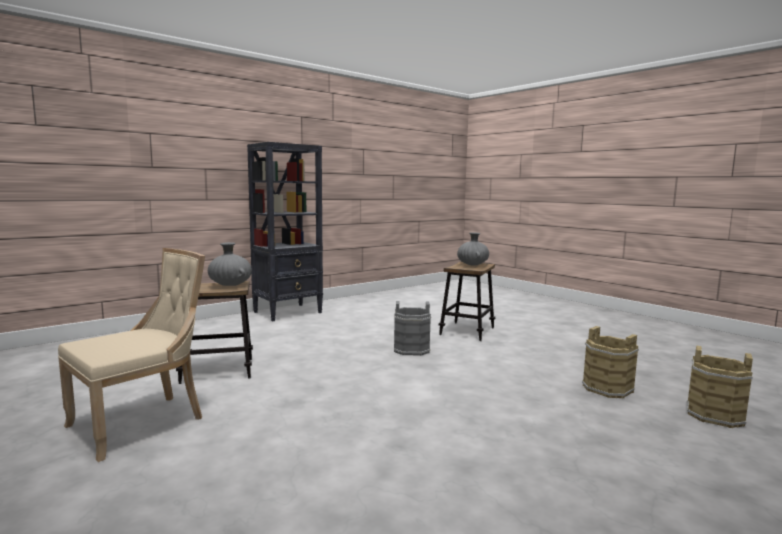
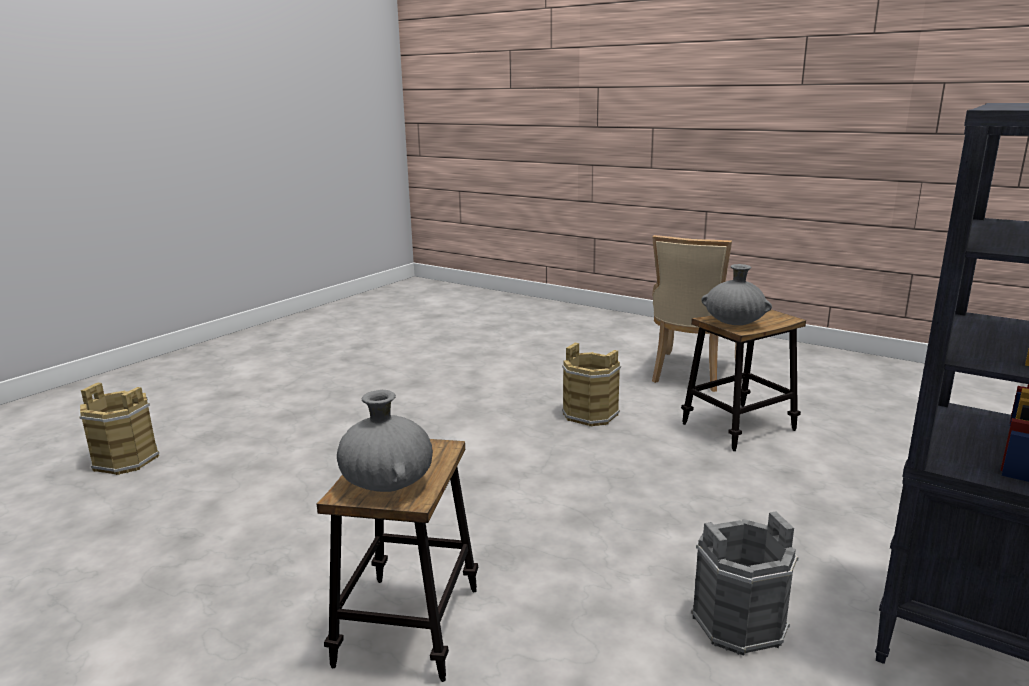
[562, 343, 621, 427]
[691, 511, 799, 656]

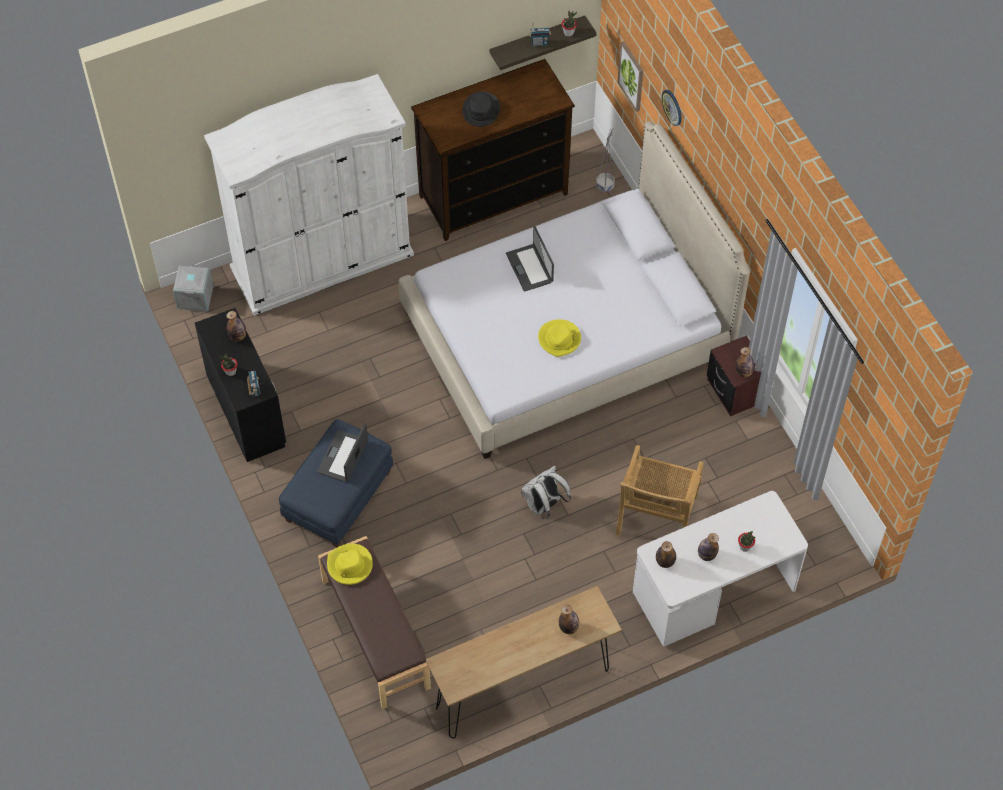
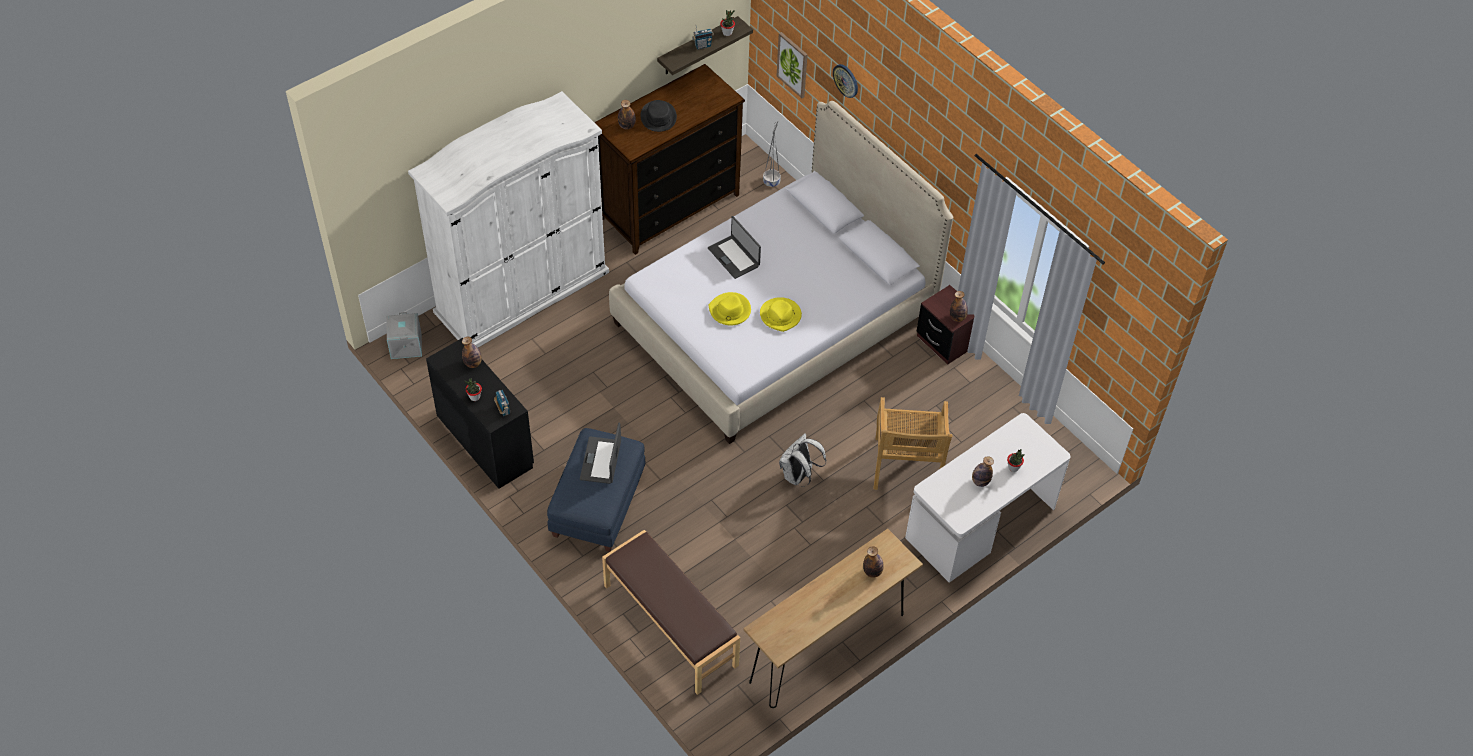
[618, 100, 636, 129]
[708, 292, 751, 325]

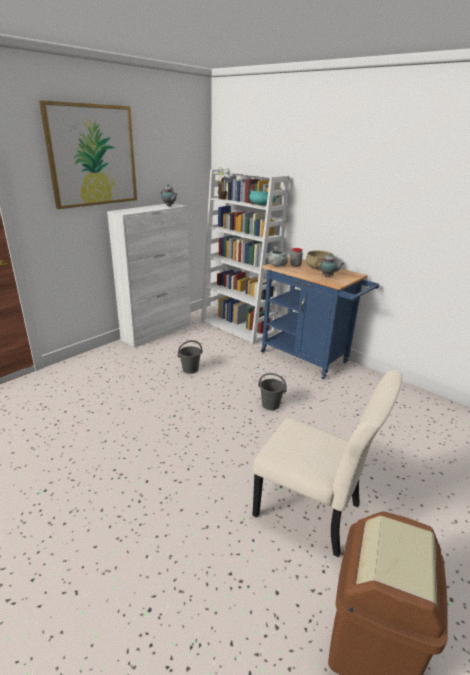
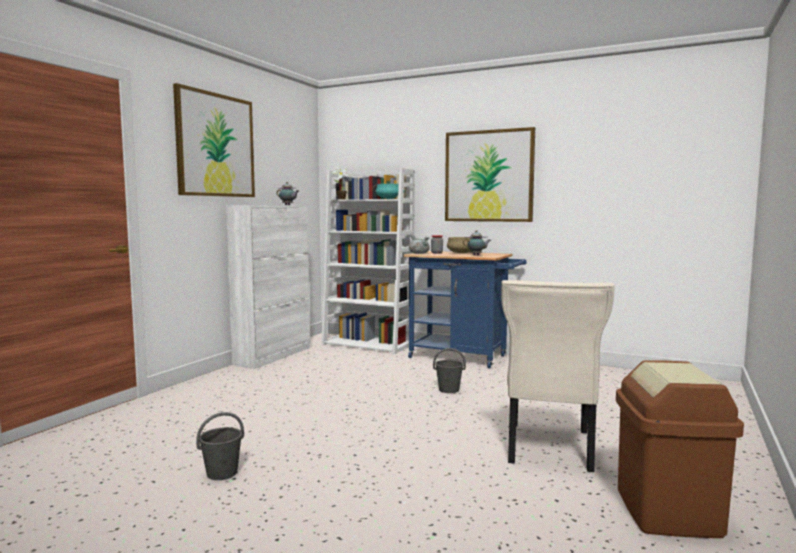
[196, 412, 244, 480]
[445, 127, 535, 222]
[501, 280, 614, 472]

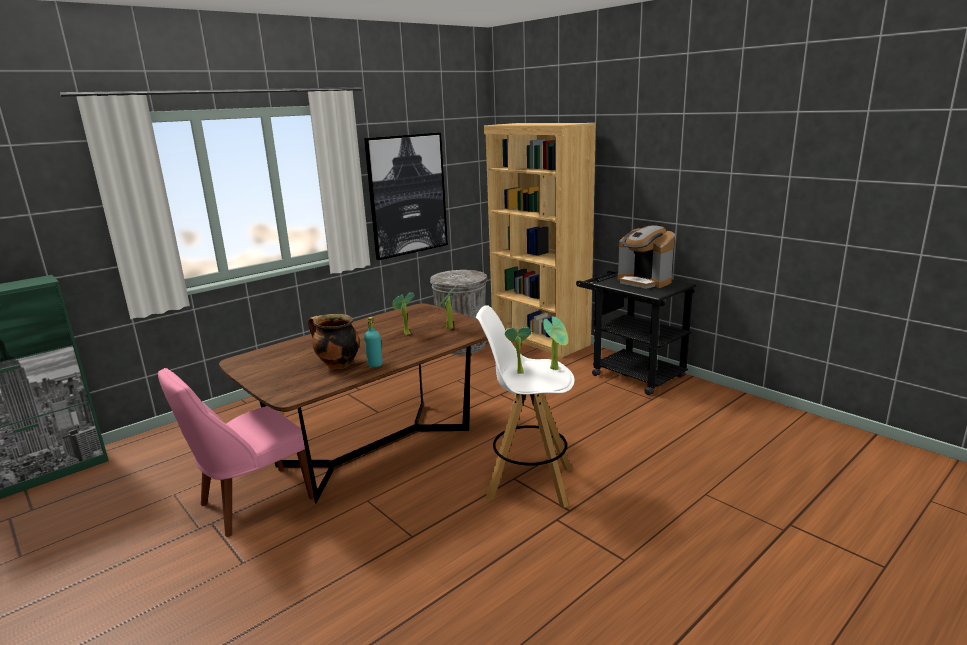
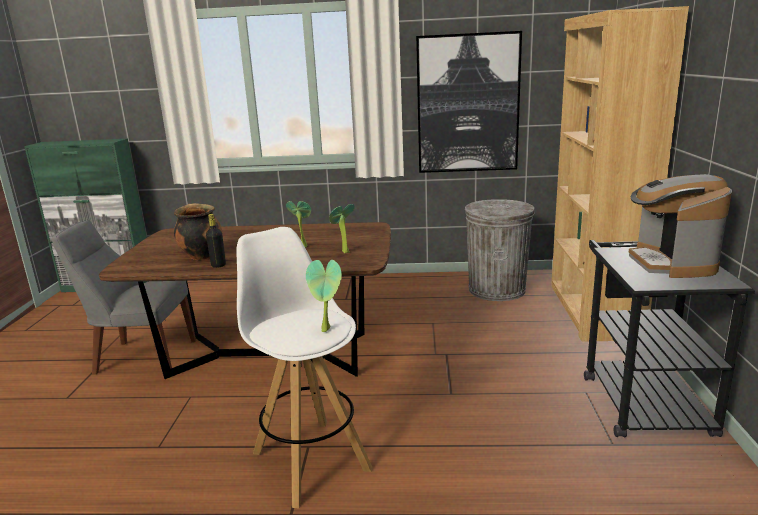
[52, 220, 196, 375]
[206, 214, 226, 268]
[505, 327, 532, 374] (first image)

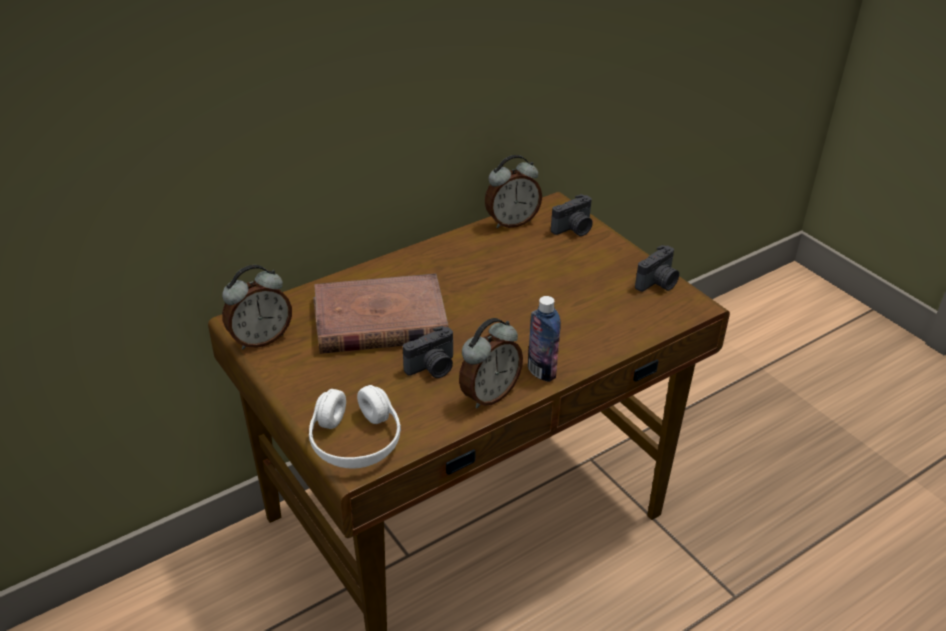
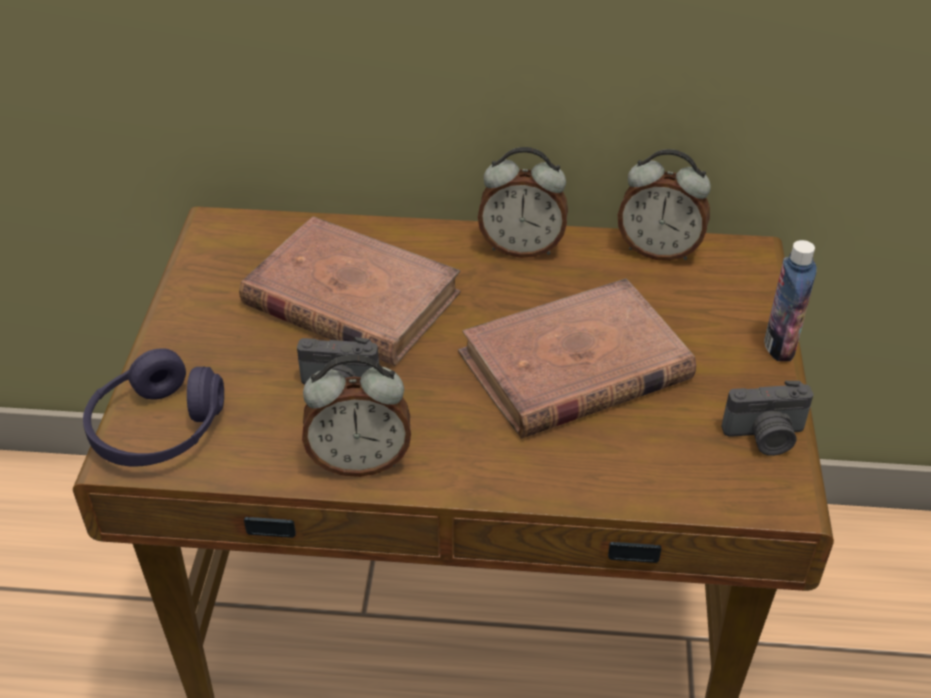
[83, 348, 224, 467]
[458, 278, 696, 439]
[478, 147, 568, 258]
[764, 240, 817, 361]
[551, 194, 593, 236] (first image)

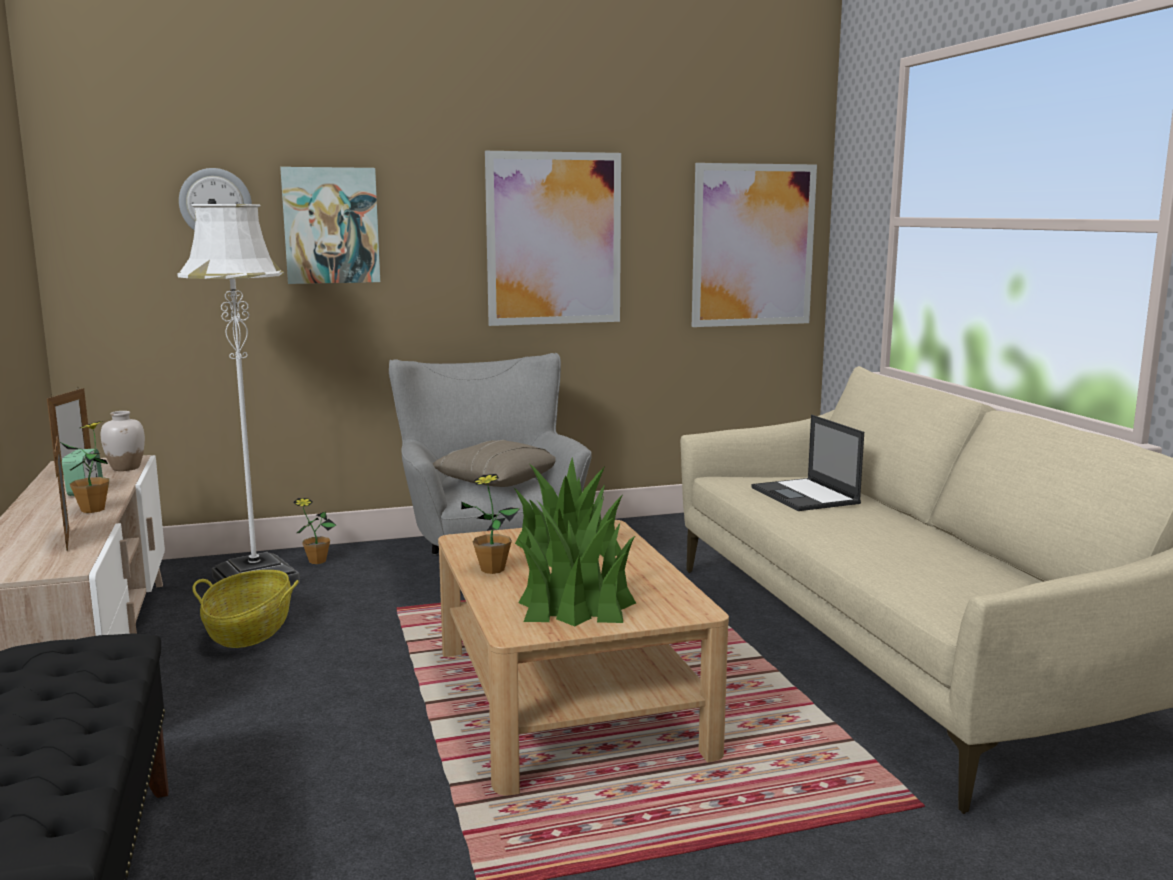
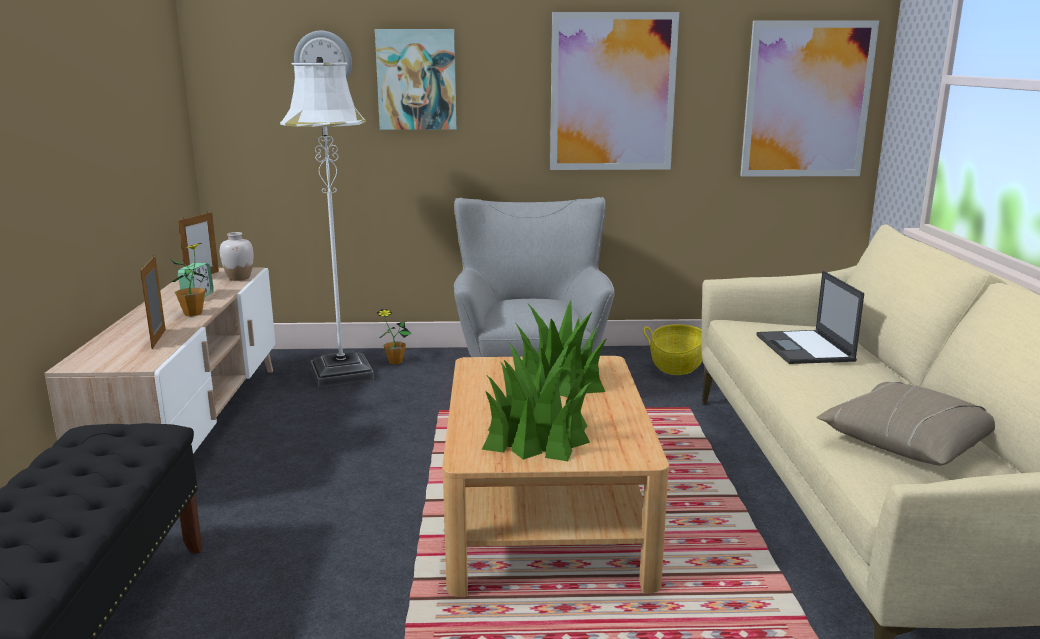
[643, 324, 703, 375]
[816, 382, 995, 466]
[461, 474, 520, 574] (first image)

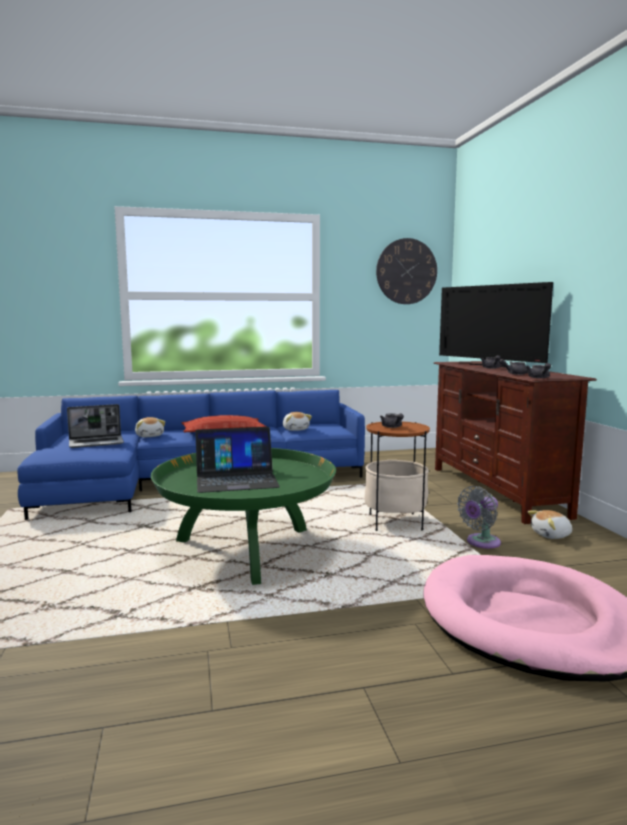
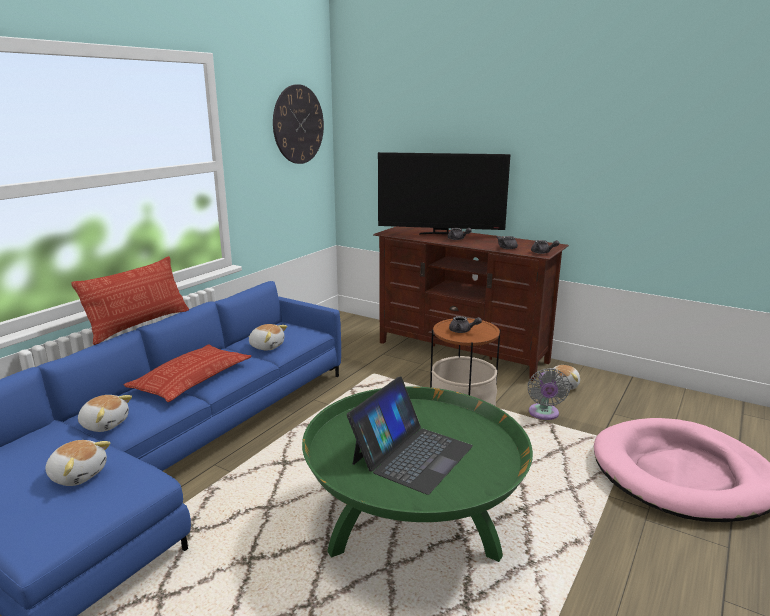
[45, 440, 110, 486]
[71, 256, 189, 345]

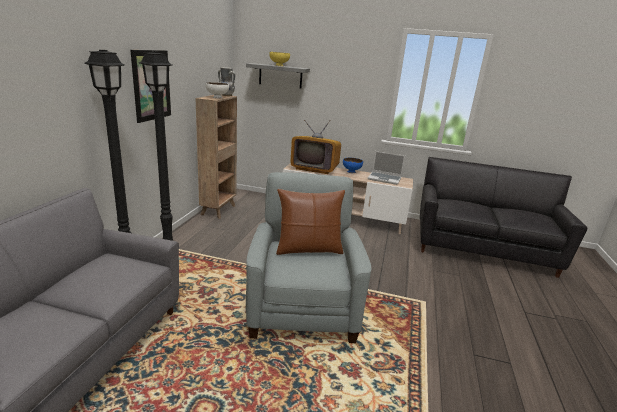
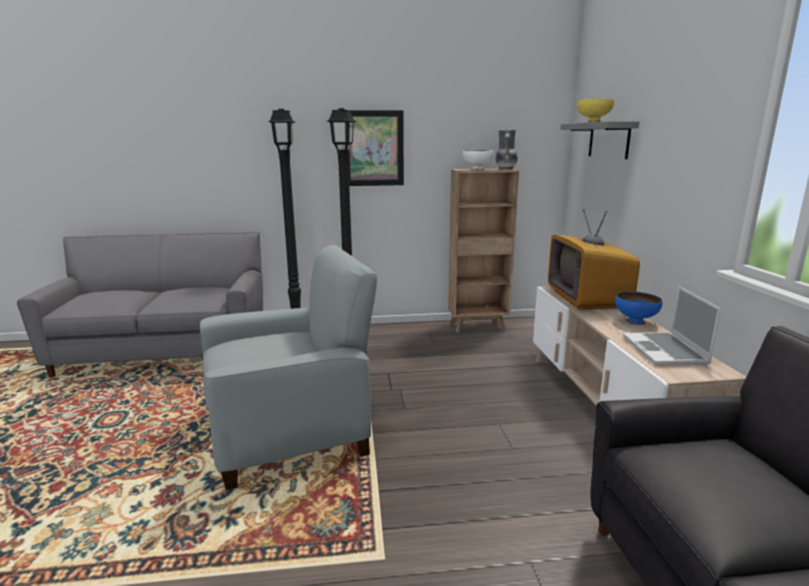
[276, 189, 345, 255] (first image)

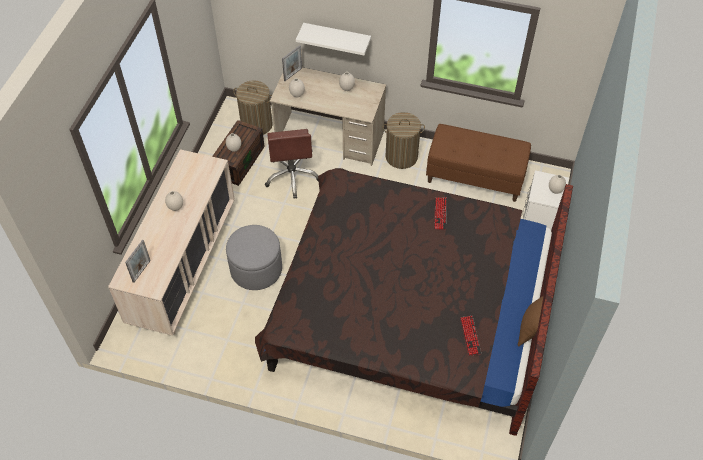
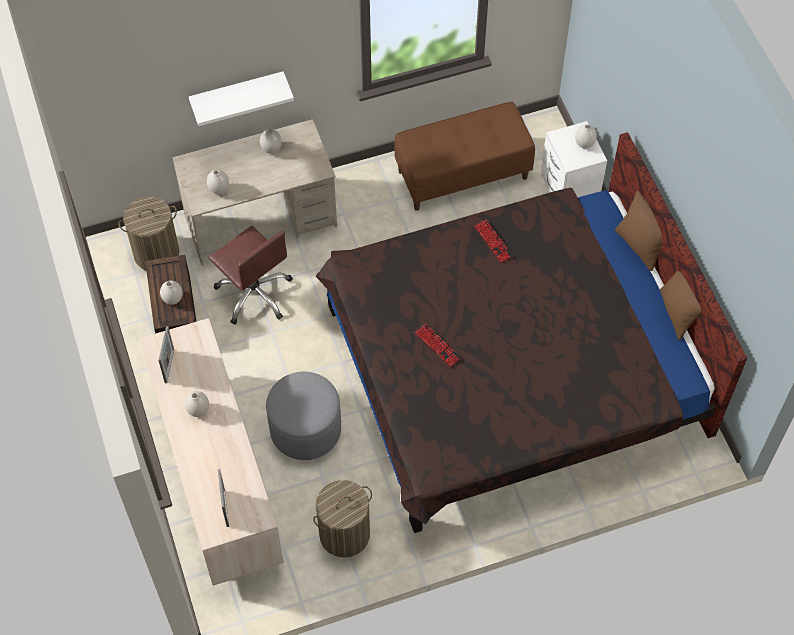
[158, 326, 174, 383]
[313, 480, 372, 558]
[414, 324, 462, 368]
[615, 191, 662, 271]

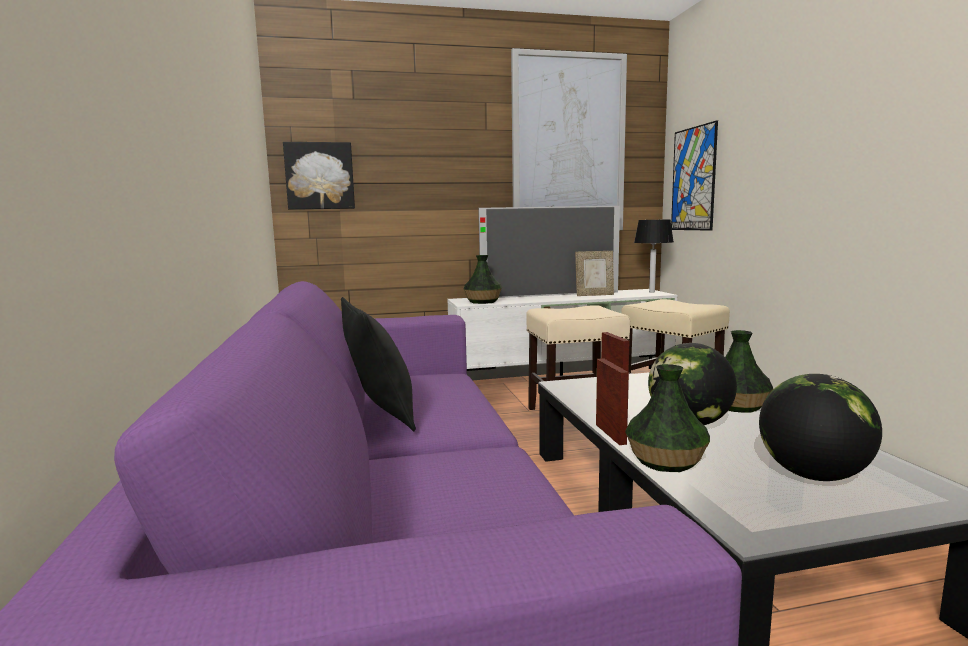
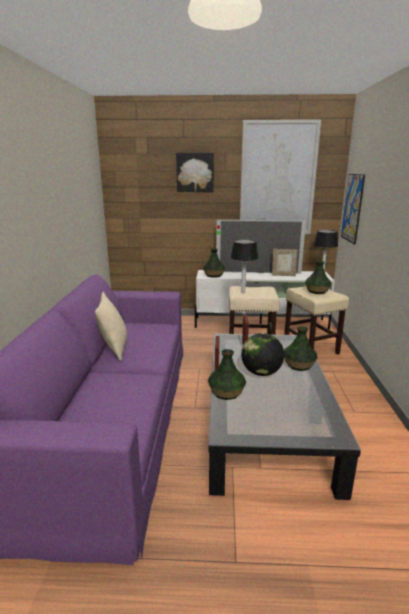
[95, 292, 127, 361]
[176, 153, 214, 192]
[231, 239, 258, 293]
[305, 261, 331, 294]
[759, 374, 882, 481] (first image)

